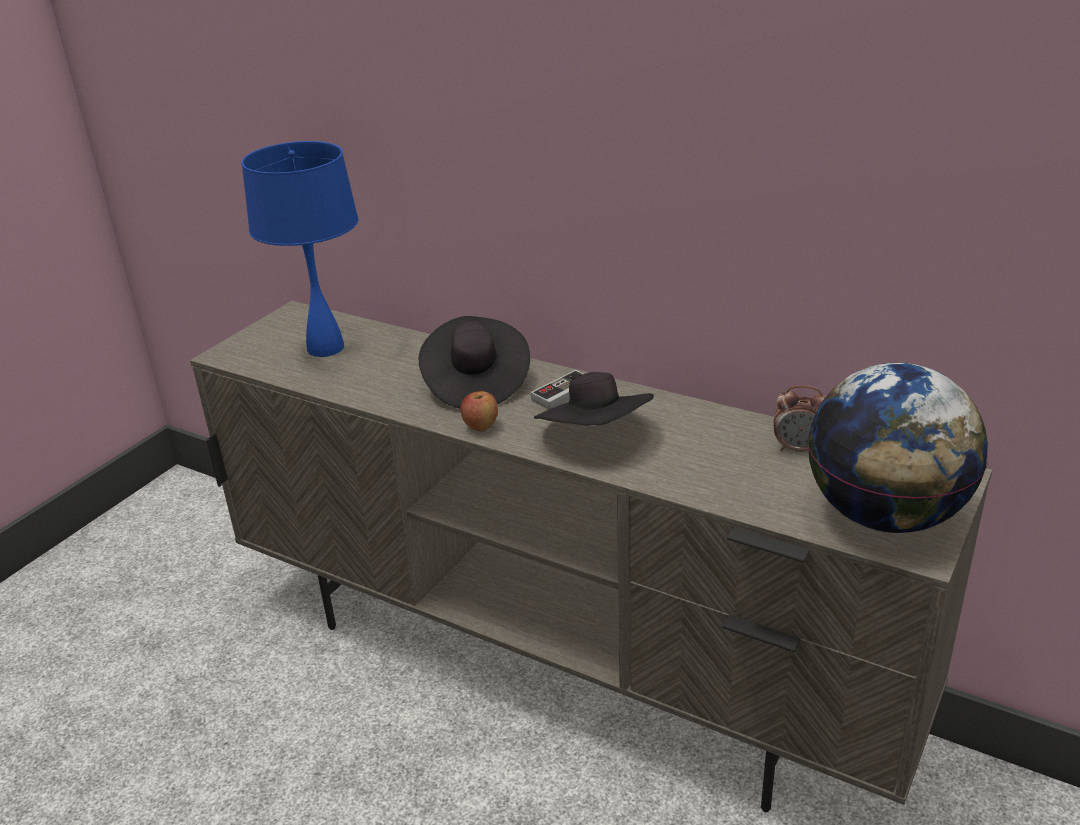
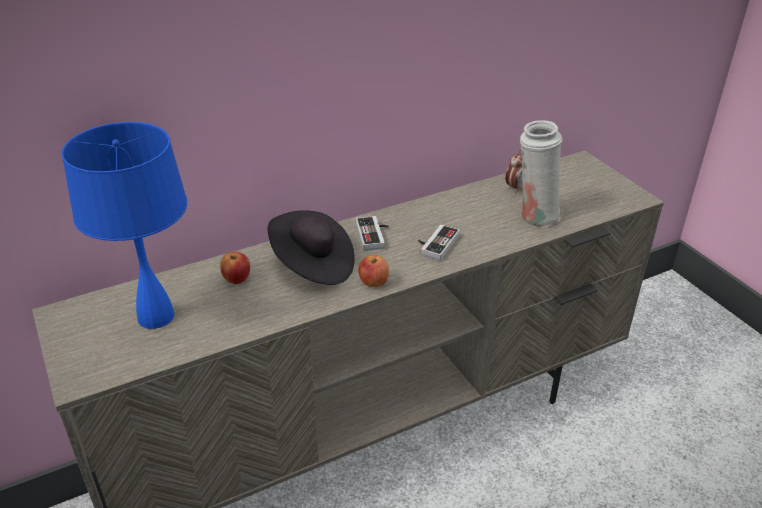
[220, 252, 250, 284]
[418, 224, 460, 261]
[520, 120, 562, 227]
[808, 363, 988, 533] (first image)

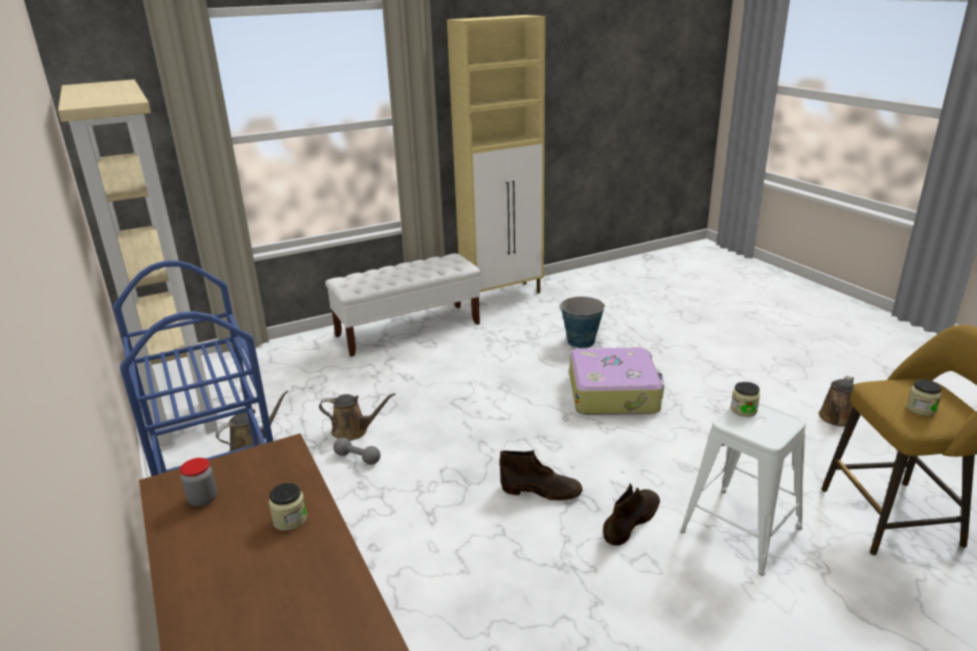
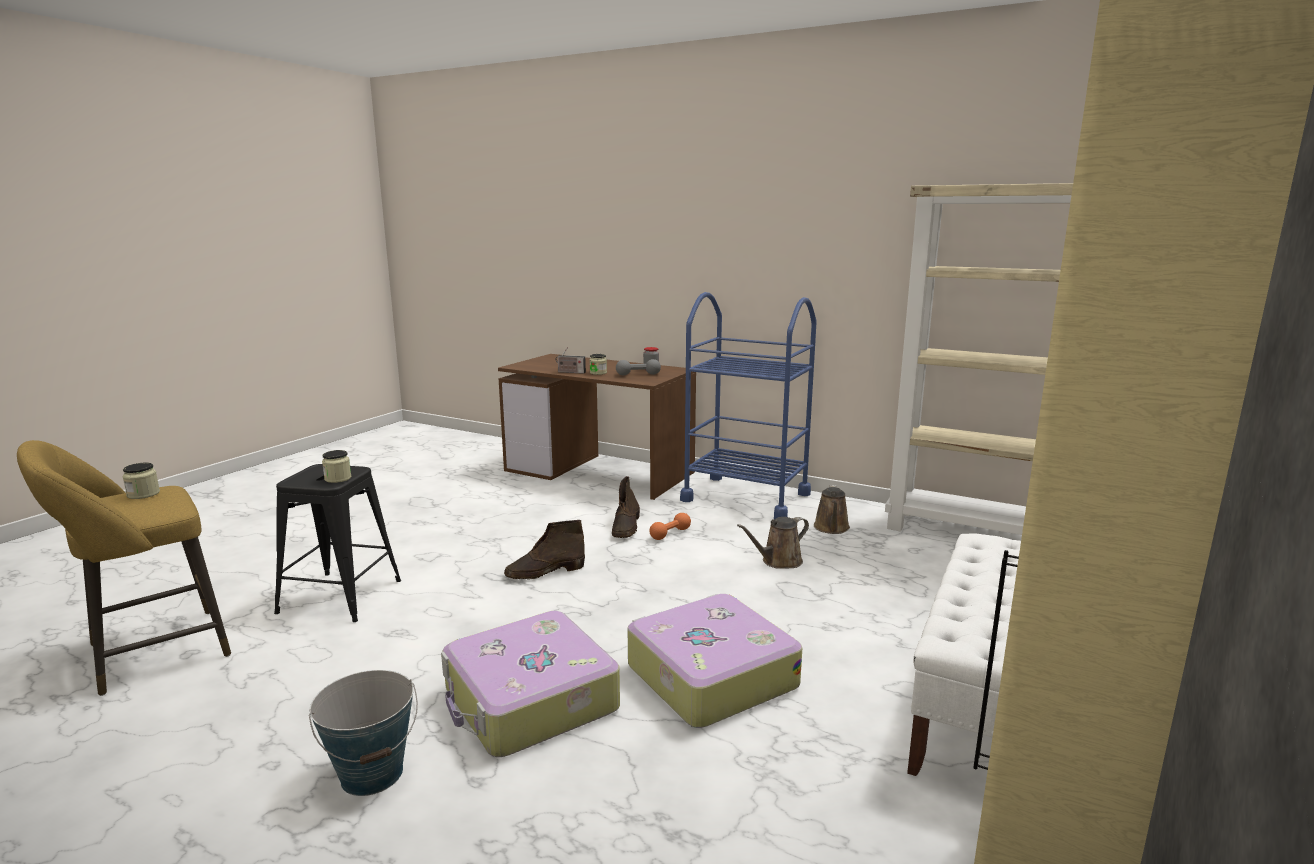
[274, 464, 401, 622]
[309, 670, 418, 796]
[555, 347, 586, 374]
[612, 476, 640, 538]
[616, 359, 661, 376]
[628, 594, 802, 728]
[649, 513, 691, 540]
[818, 376, 854, 427] (first image)

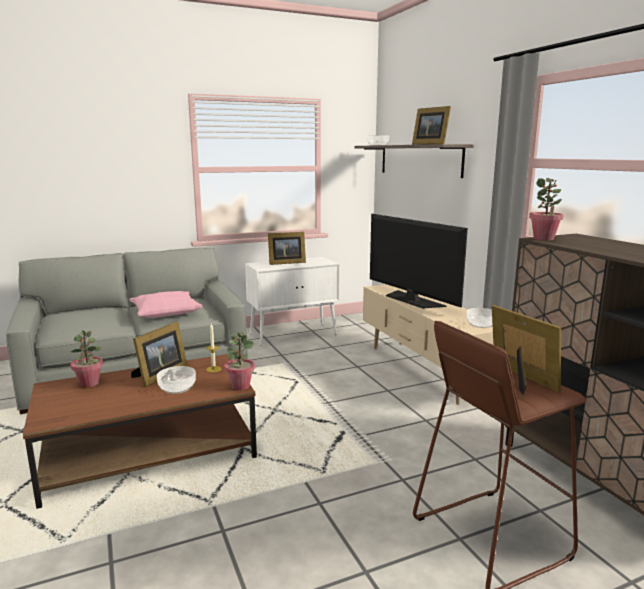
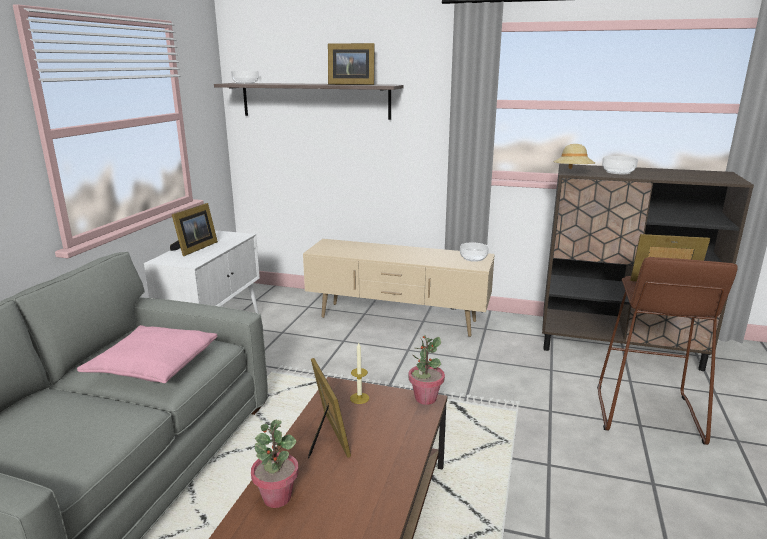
[553, 144, 595, 169]
[602, 156, 638, 174]
[370, 214, 468, 309] (first image)

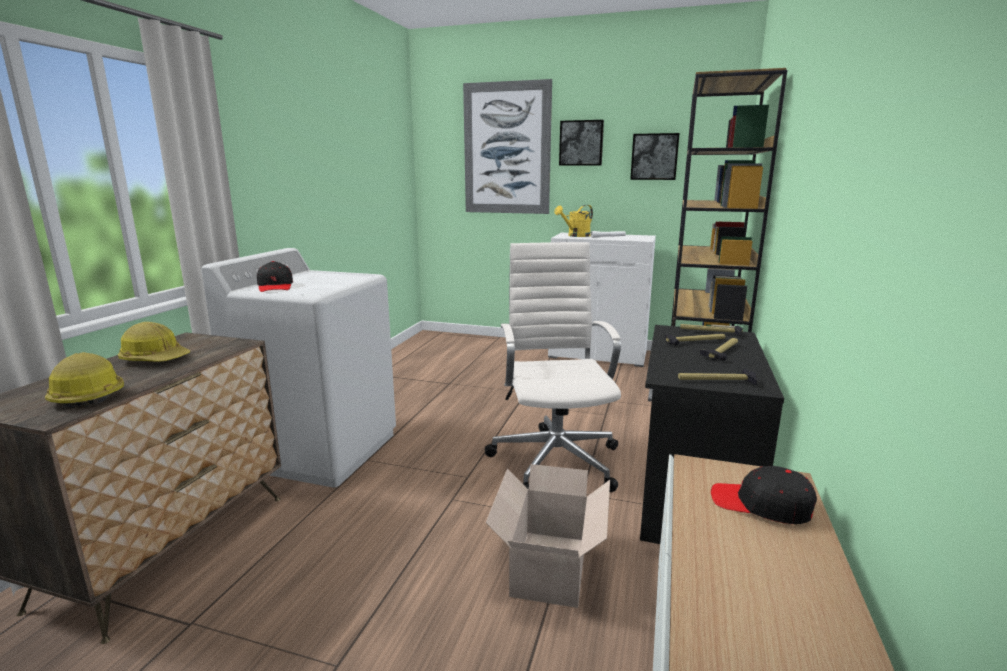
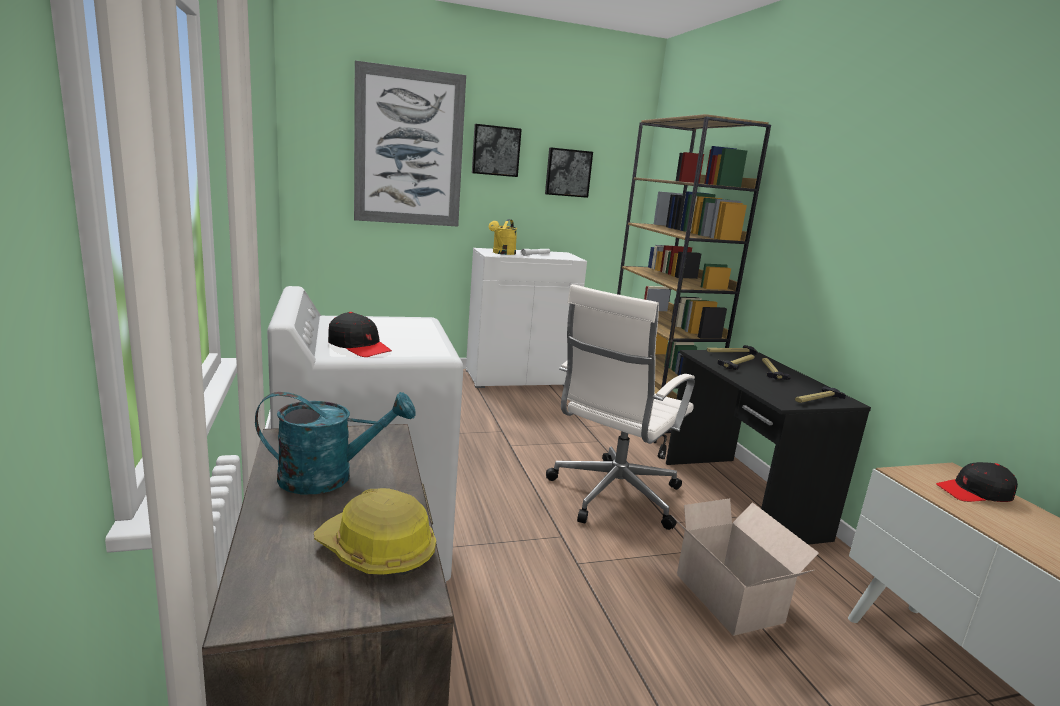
[255, 392, 416, 494]
[546, 284, 695, 530]

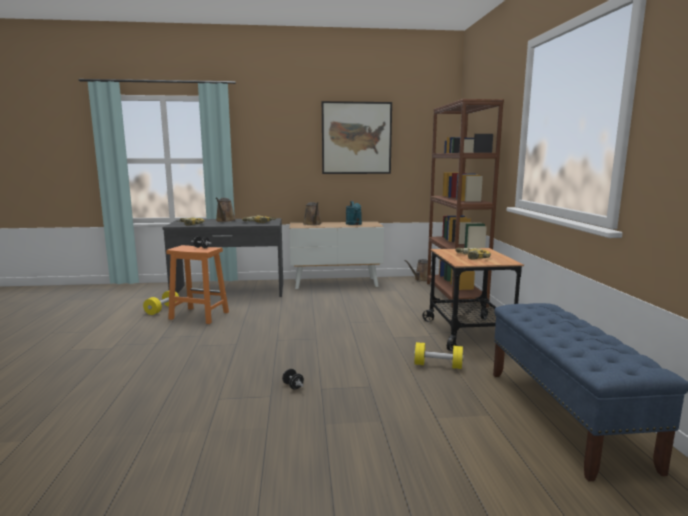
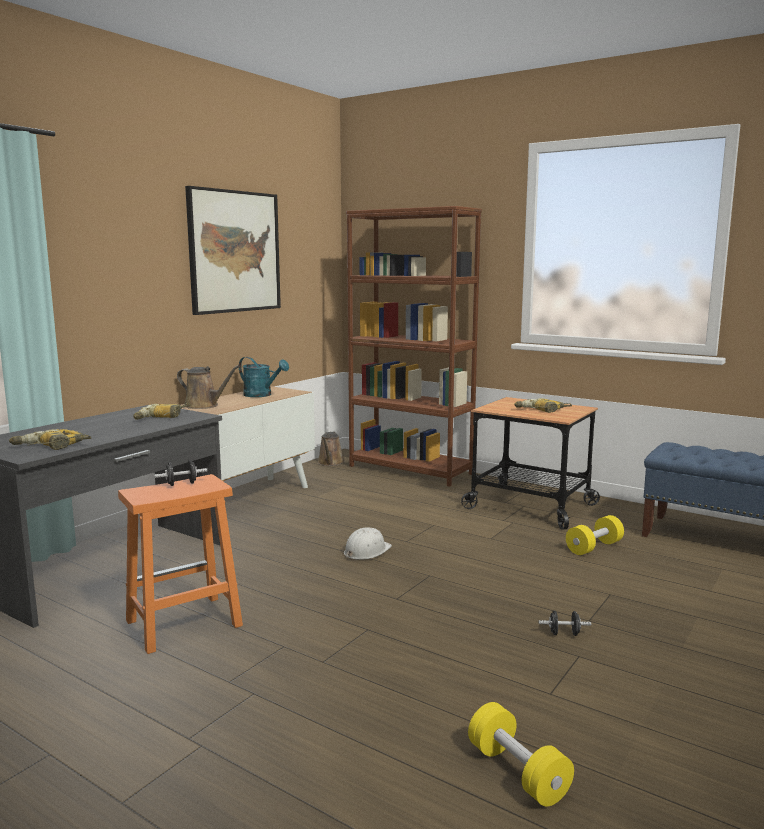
[344, 527, 392, 560]
[468, 702, 574, 806]
[216, 198, 236, 222] (first image)

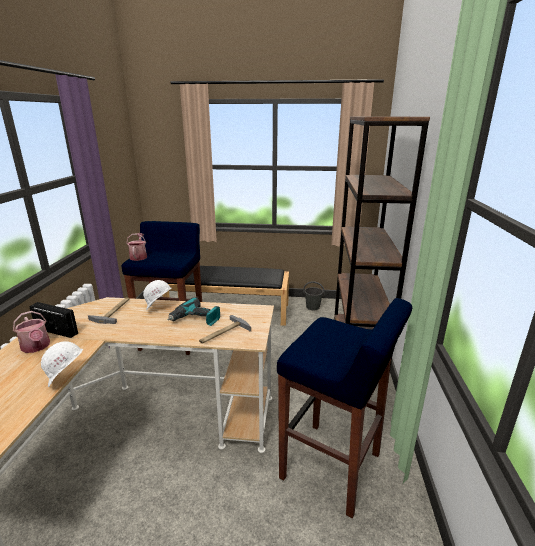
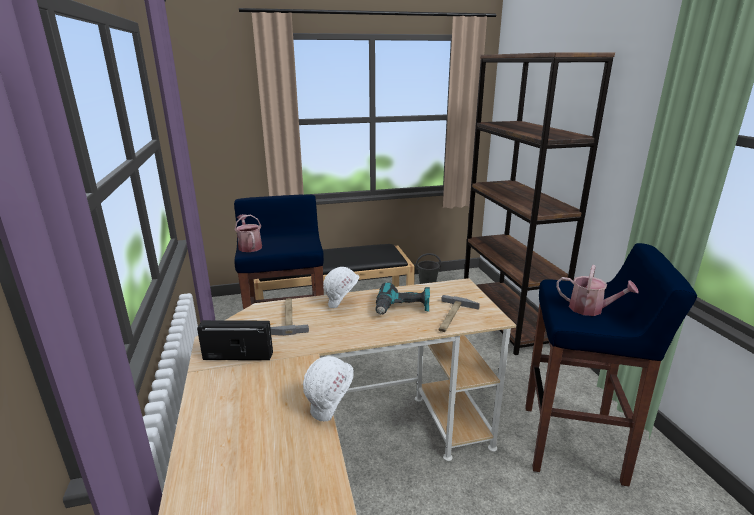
[556, 265, 639, 316]

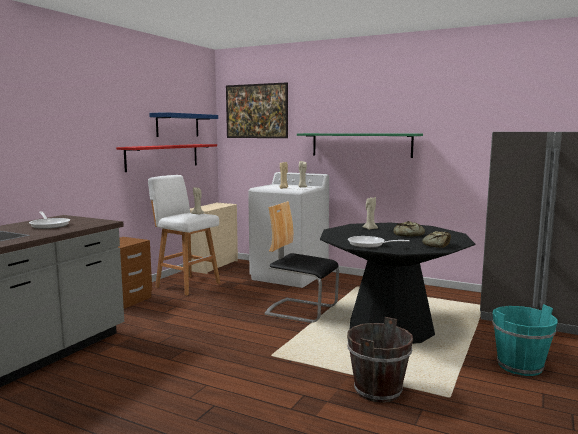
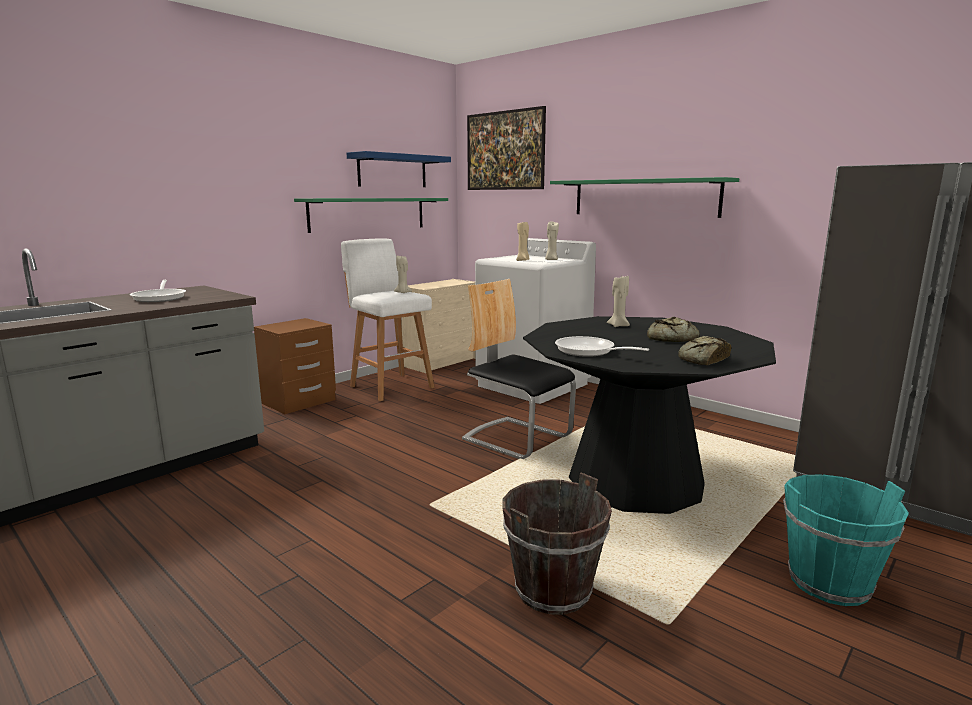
[294, 198, 448, 233]

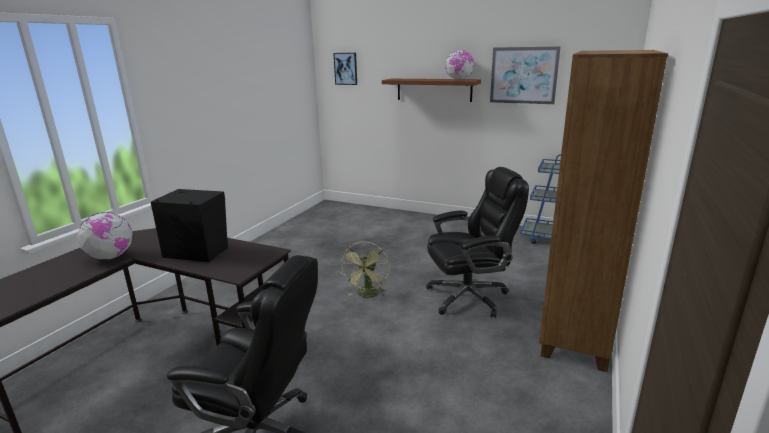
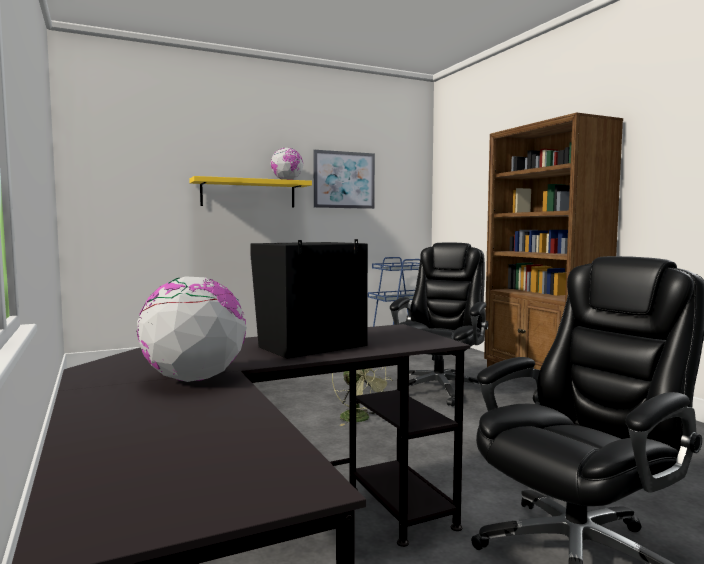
[189, 176, 312, 208]
[333, 53, 357, 85] (first image)

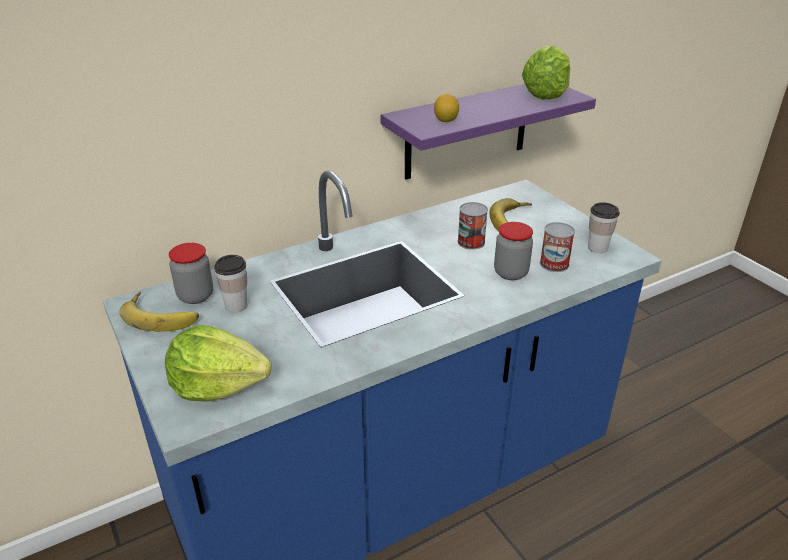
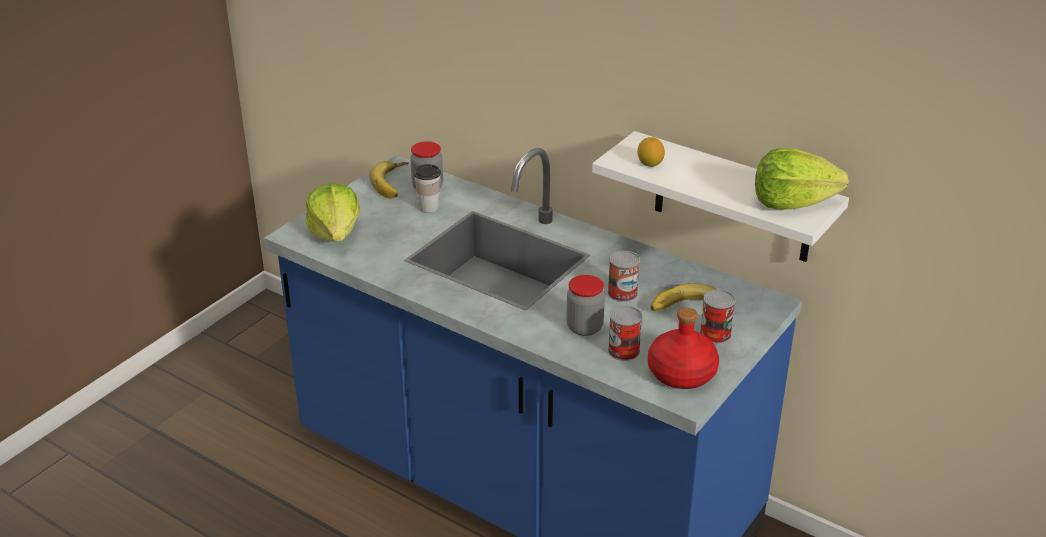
[592, 131, 849, 262]
[648, 307, 719, 389]
[700, 290, 736, 344]

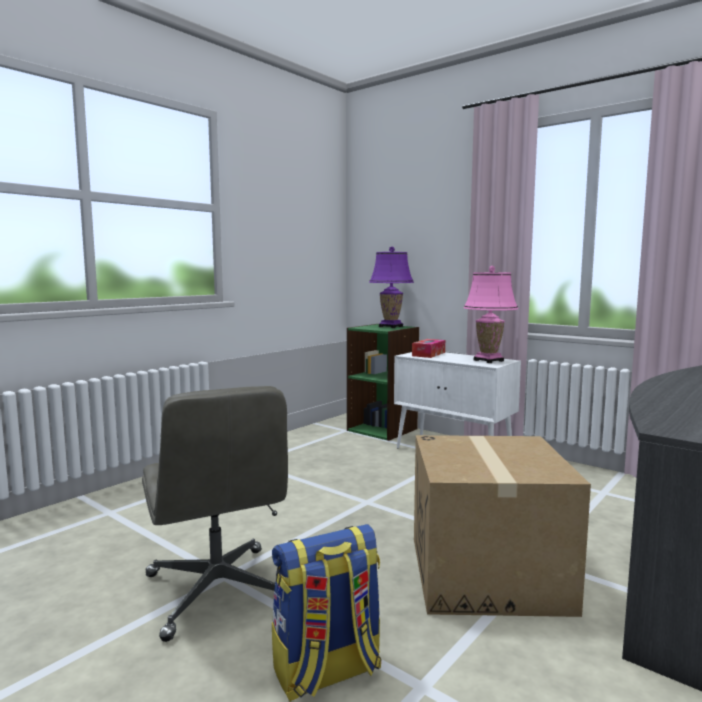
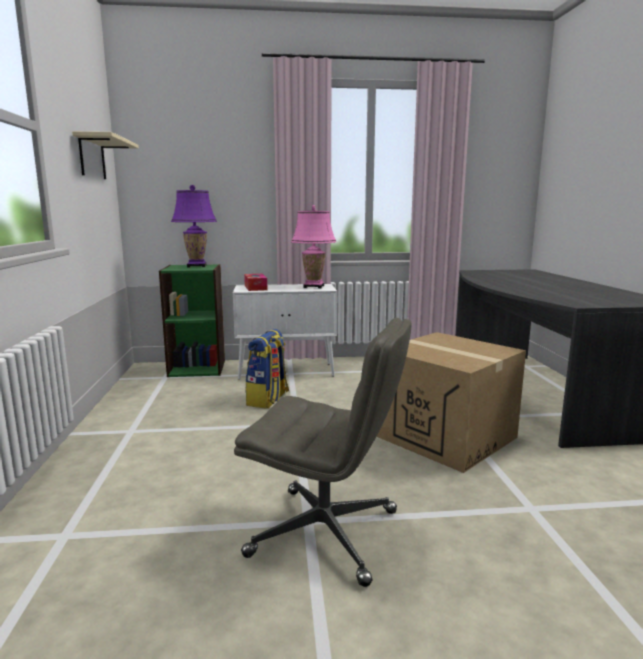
[72, 131, 139, 179]
[245, 329, 289, 409]

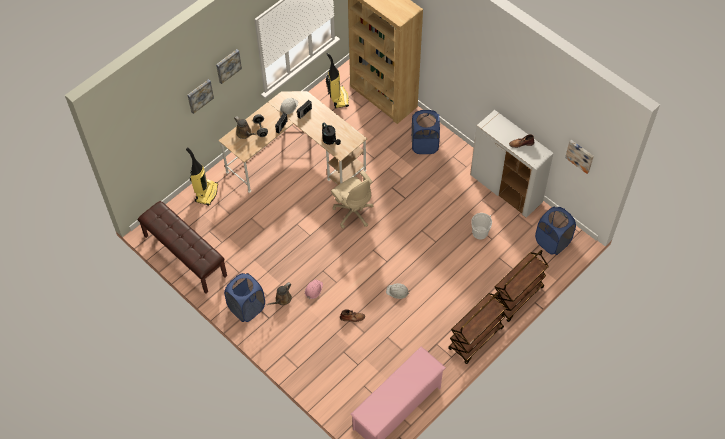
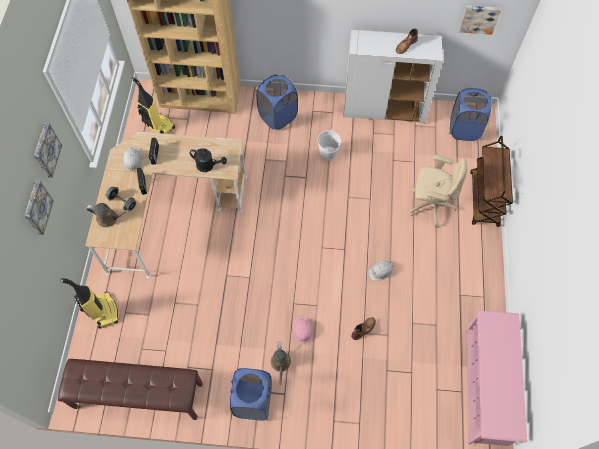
[318, 130, 341, 161]
[409, 155, 467, 228]
[448, 292, 507, 364] (first image)

